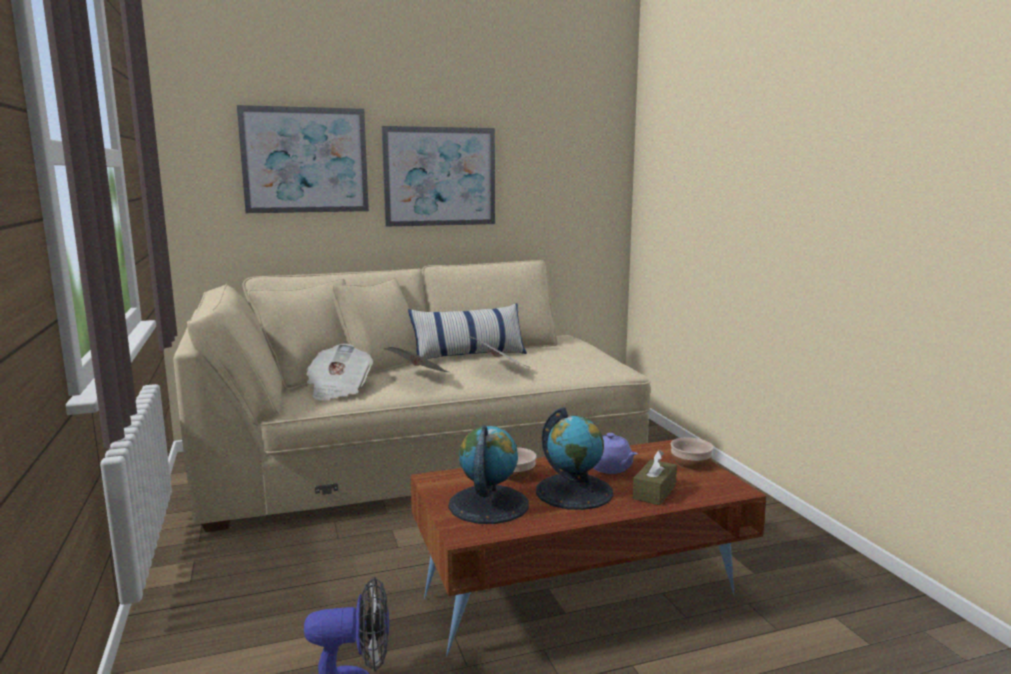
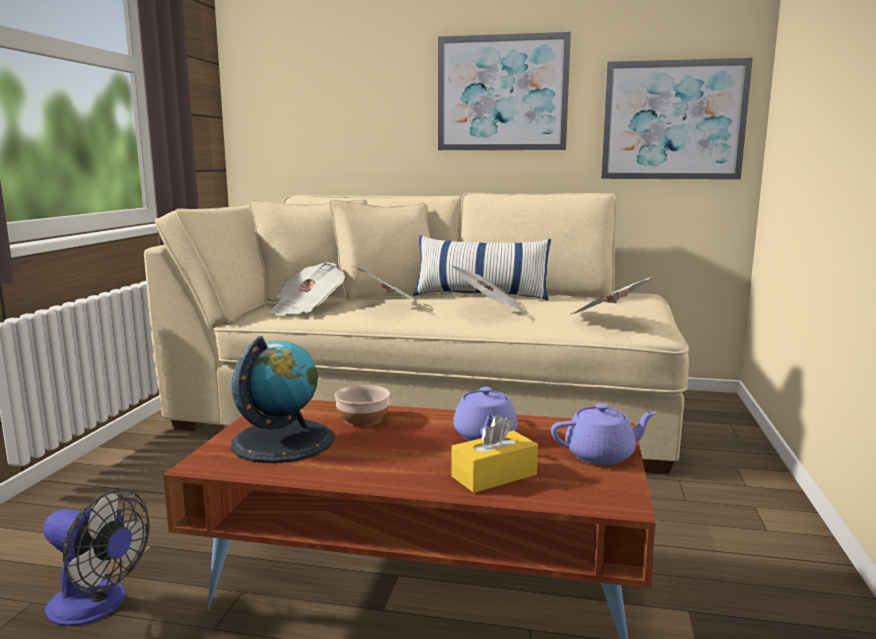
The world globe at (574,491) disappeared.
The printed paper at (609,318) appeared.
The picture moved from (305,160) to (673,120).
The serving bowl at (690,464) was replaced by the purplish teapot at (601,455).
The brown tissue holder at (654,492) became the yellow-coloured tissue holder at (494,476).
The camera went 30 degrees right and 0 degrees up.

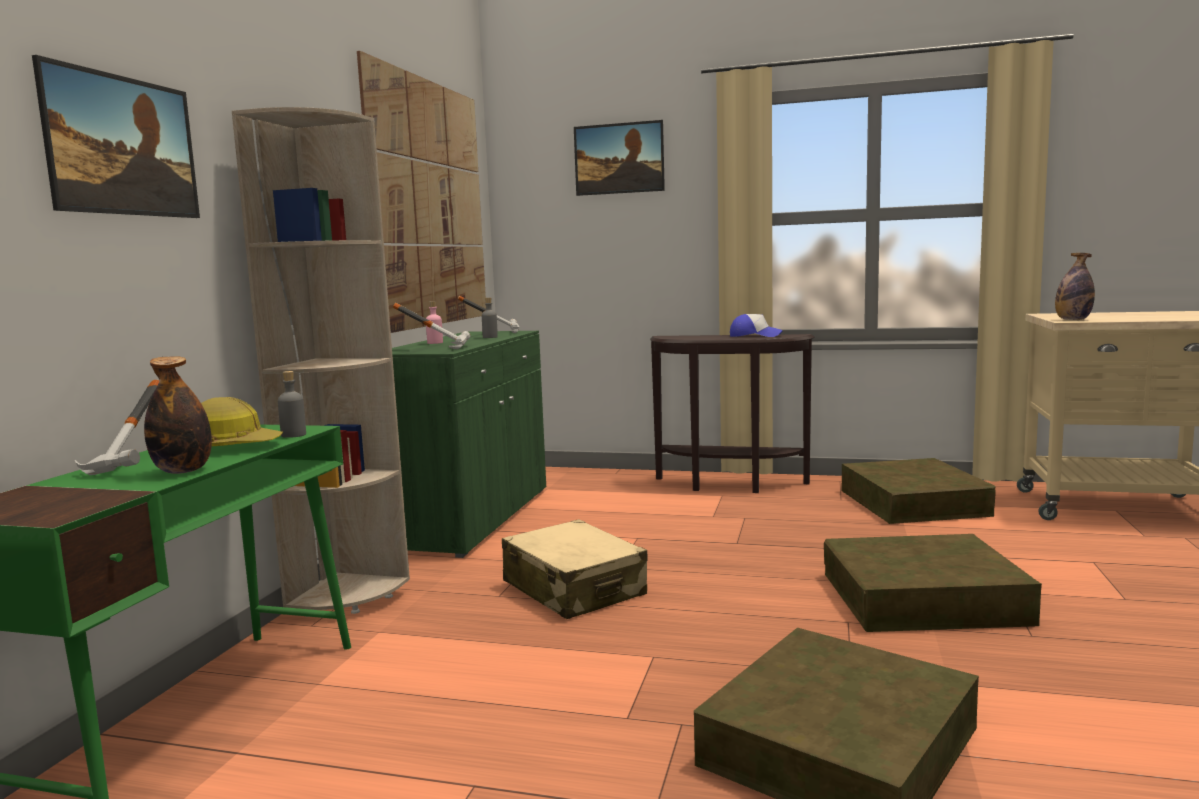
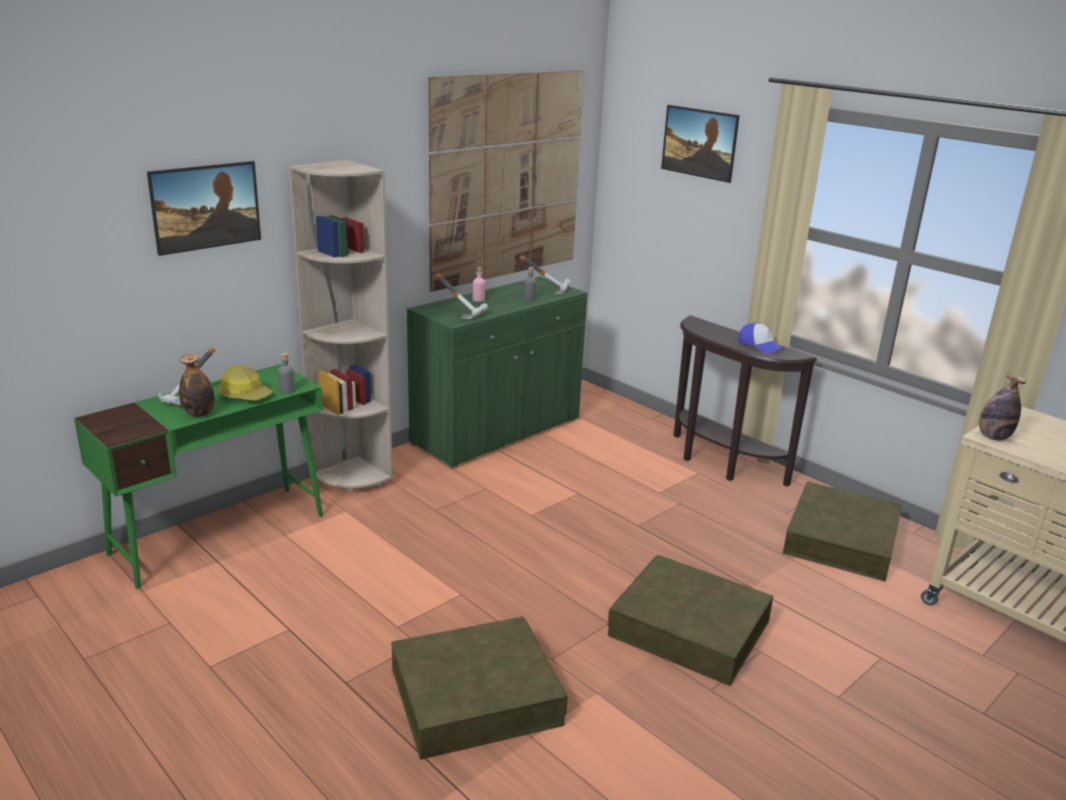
The beige suitcase at (574,589) disappeared.
The camera went 30 degrees right and 15 degrees up.

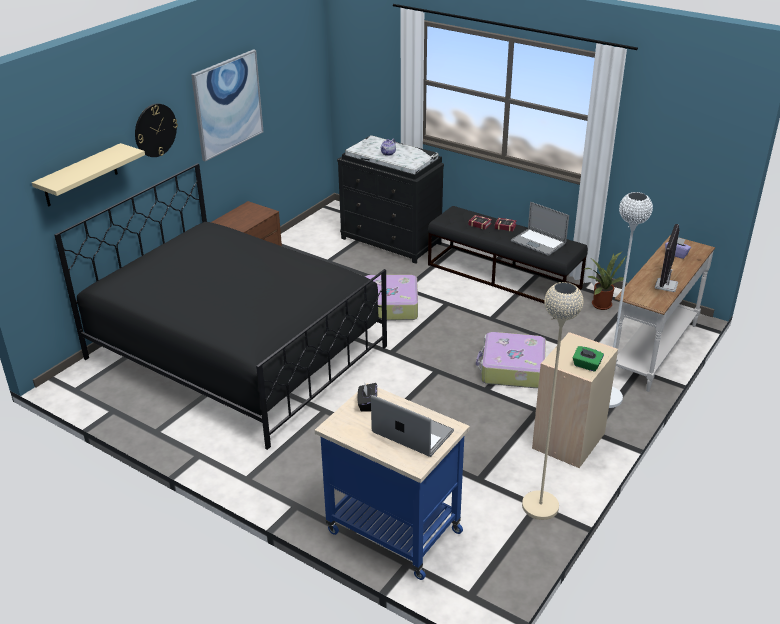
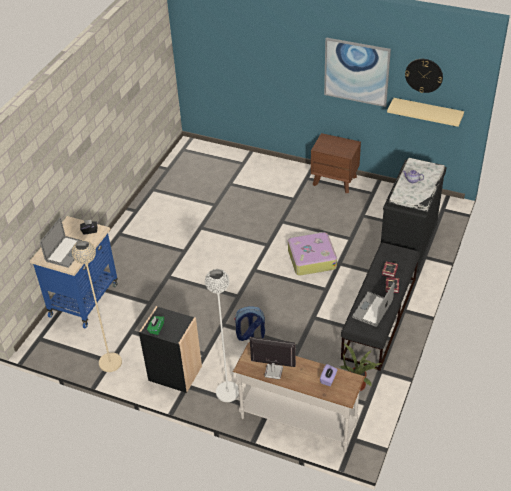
The black bedroom bed at (236,352) disappeared.
The beige bracket shelf moved from (80,175) to (427,112).
The clock on the wall moved from (155,130) to (424,75).
The suitcase at (512,369) was replaced by the backpack at (250,335).
The beige bookshelf at (569,441) became the black bookshelf at (174,373).
The camera went 80 degrees right and 10 degrees up.

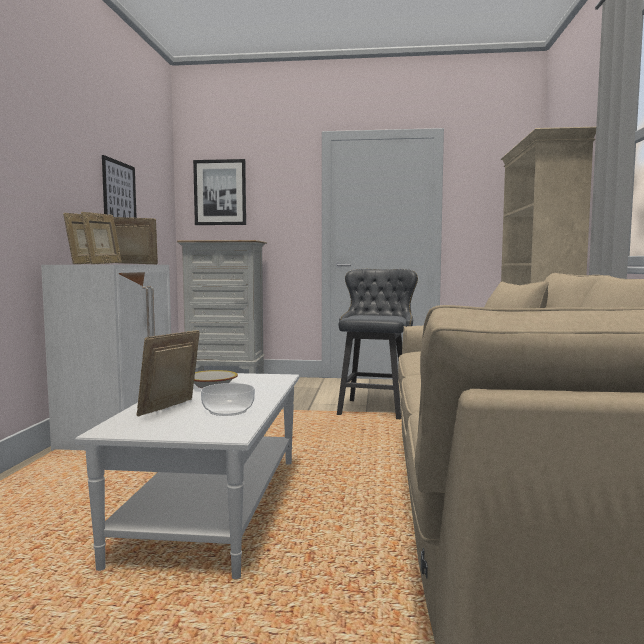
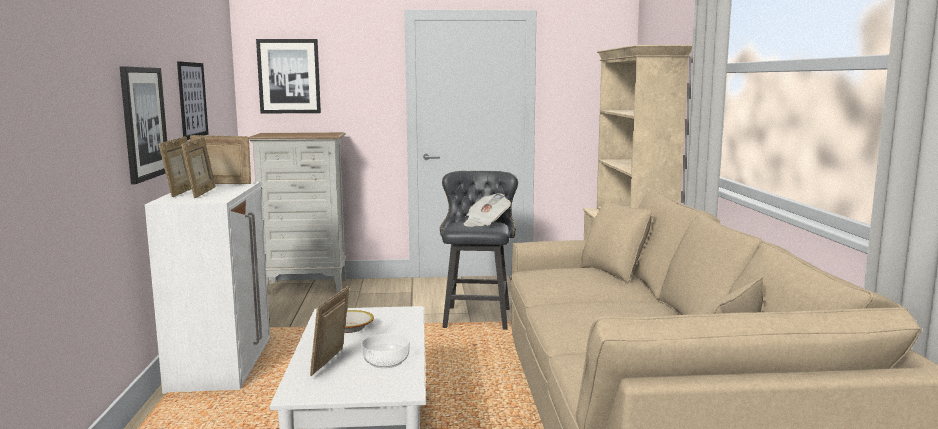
The picture at (143,123) appeared.
The printed paper at (485,223) appeared.
The camera went 10 degrees left and 5 degrees up.

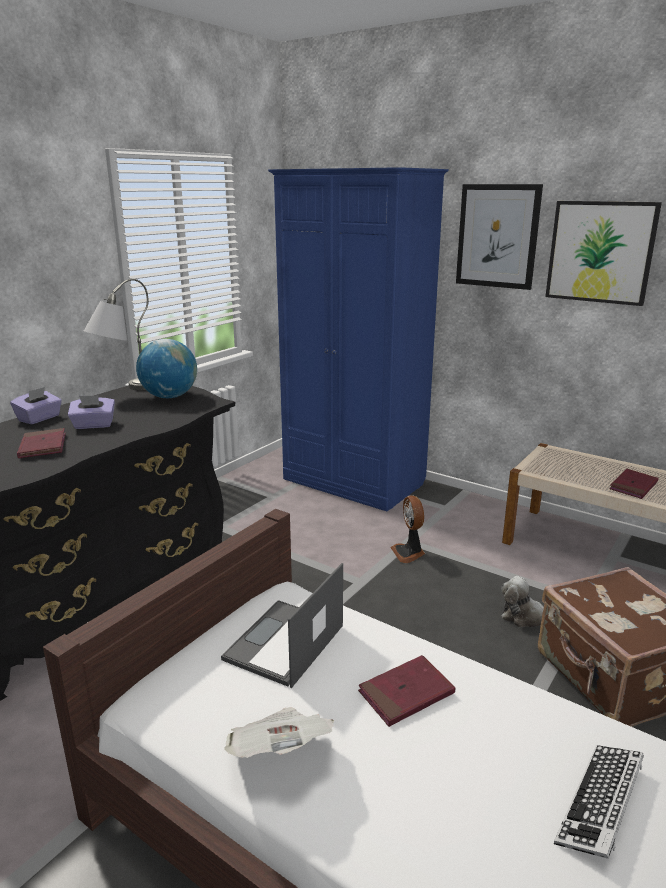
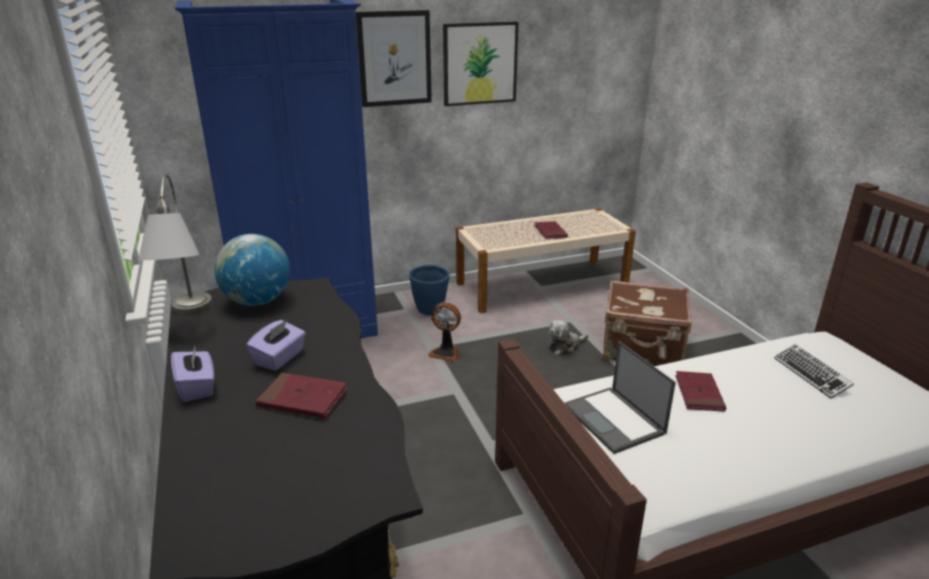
The printed paper at (280,753) disappeared.
The bluish plant pot at (430,311) appeared.
The camera went 55 degrees left and 5 degrees up.

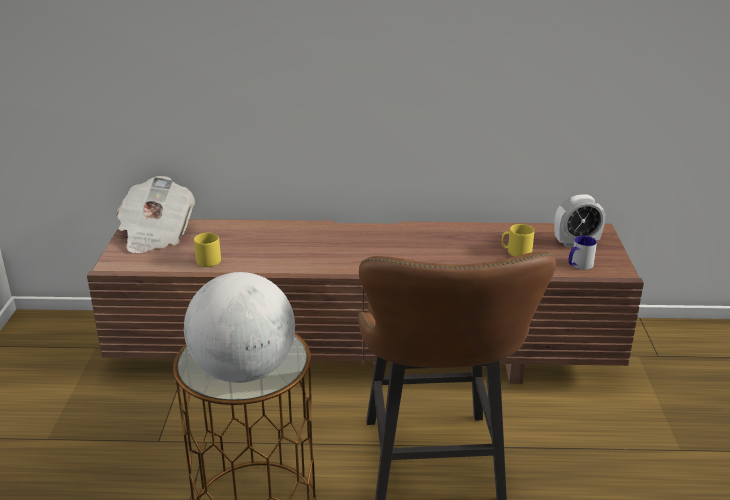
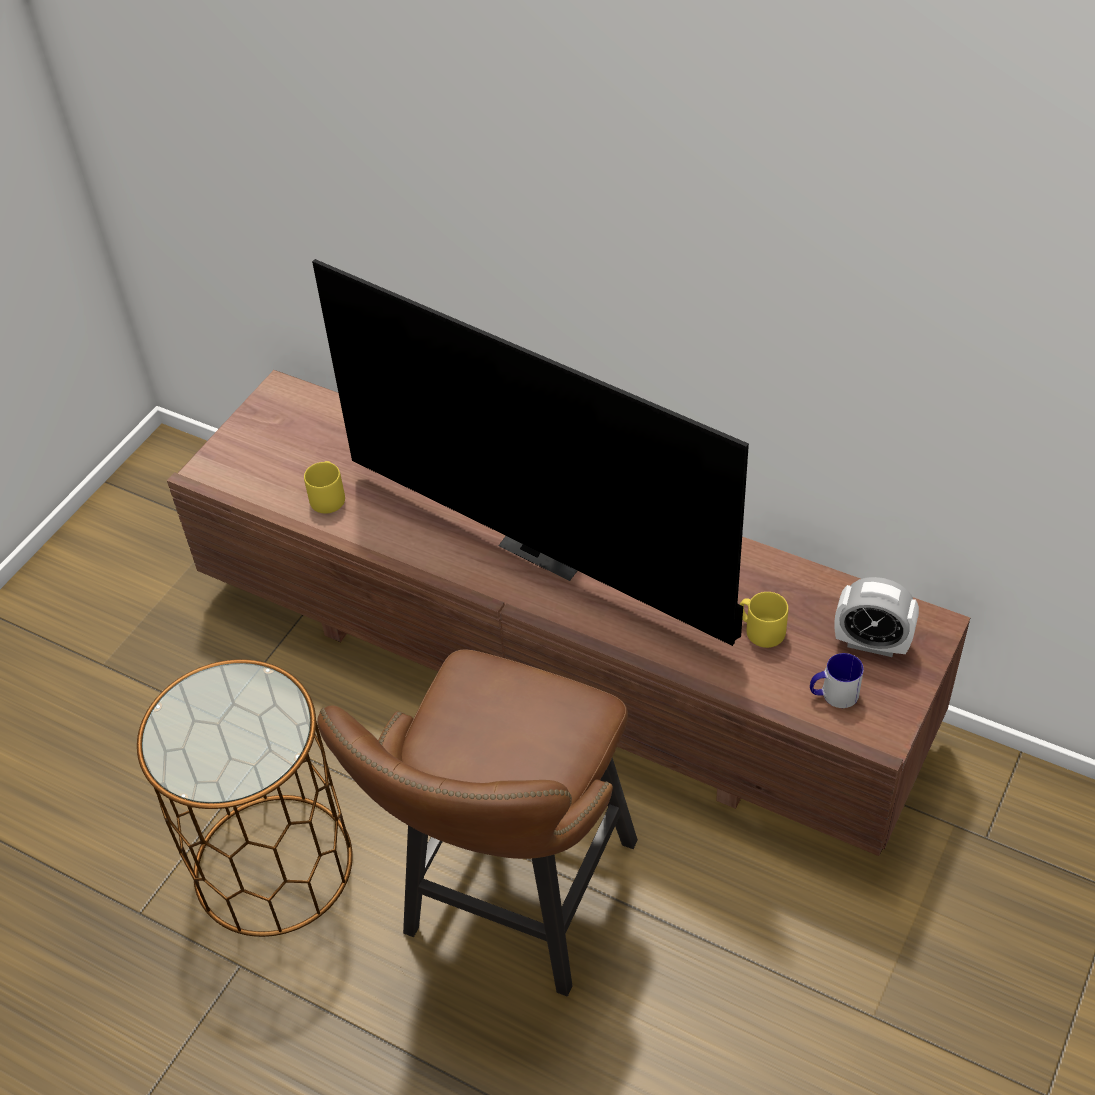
The printed paper at (156,234) disappeared.
The world globe at (243,371) disappeared.
The TV set at (551,545) appeared.
The camera went 30 degrees right and 20 degrees up.

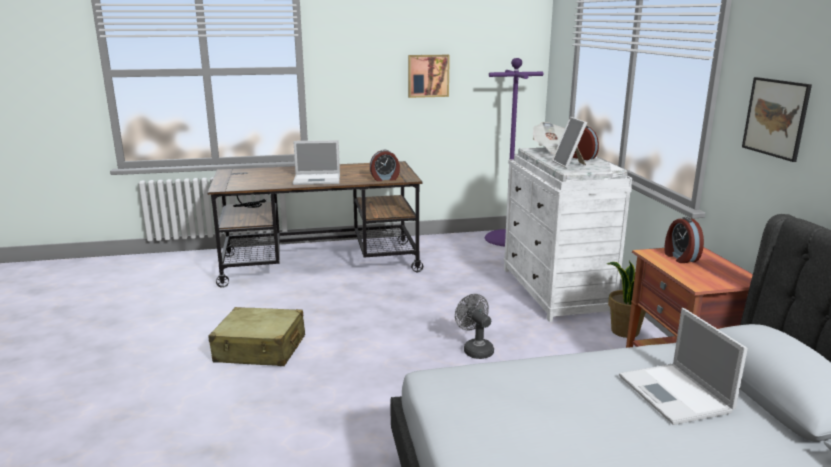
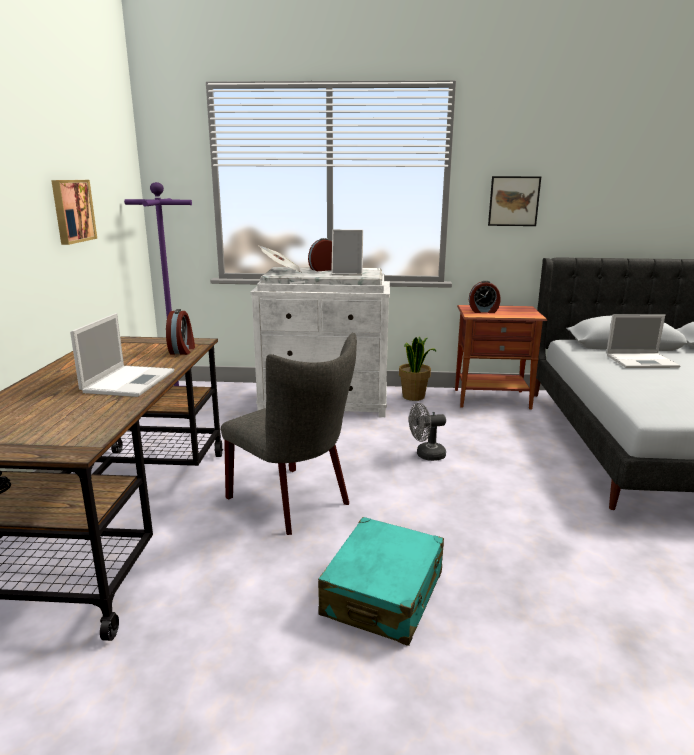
The gray plain chair at (294,502) appeared.
The beige suitcase at (260,349) became the blue-green suitcase at (383,594).
The camera went 75 degrees left and 0 degrees up.

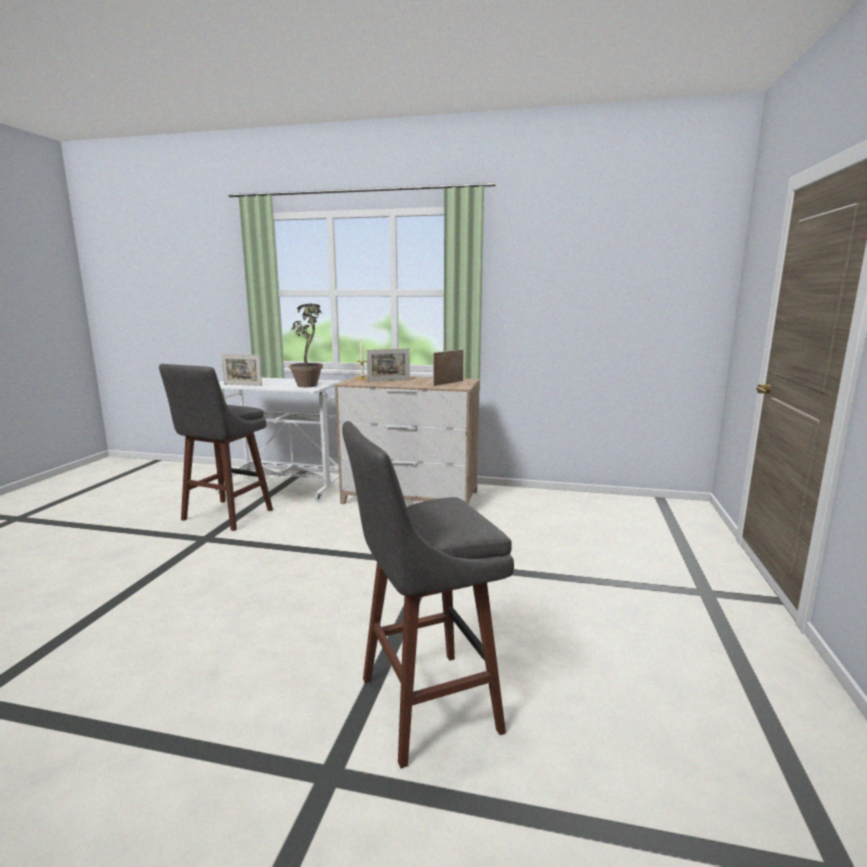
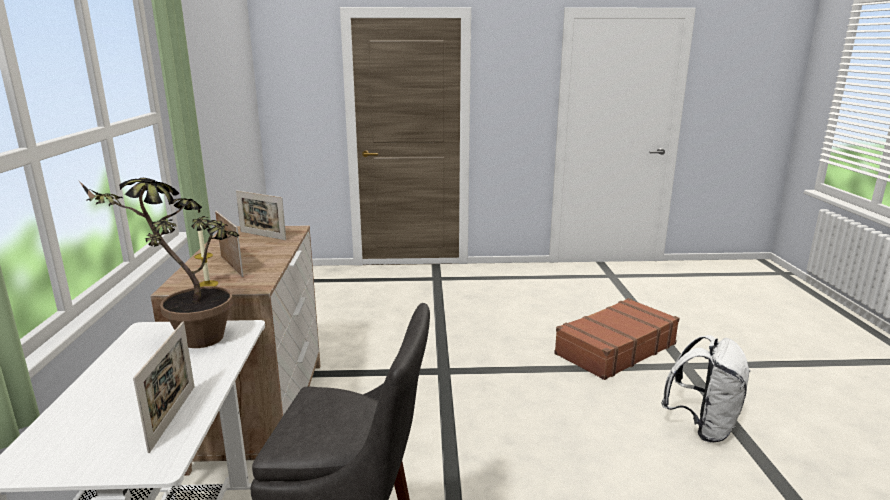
The white-coloured backpack at (702,427) appeared.
The gray stool at (422,705) was replaced by the brown suitcase at (614,349).
The camera went 105 degrees left and 5 degrees up.

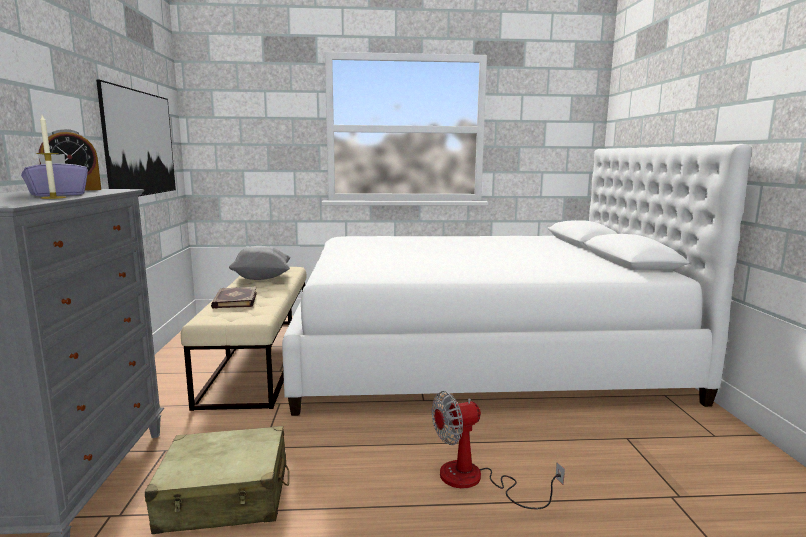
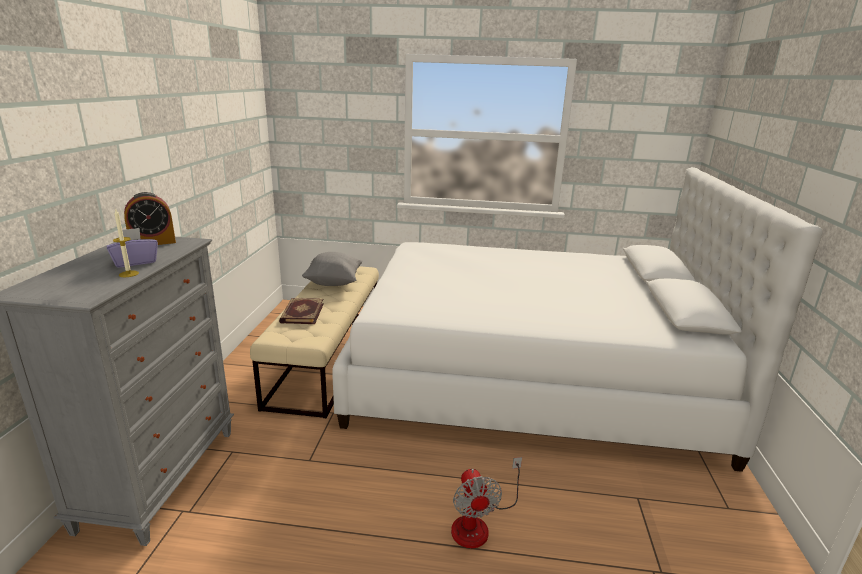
The picture at (140,143) disappeared.
The beige suitcase at (225,497) disappeared.
The fan at (475,480) turned 90 degrees counterclockwise.
The camera went 10 degrees right and 10 degrees up.

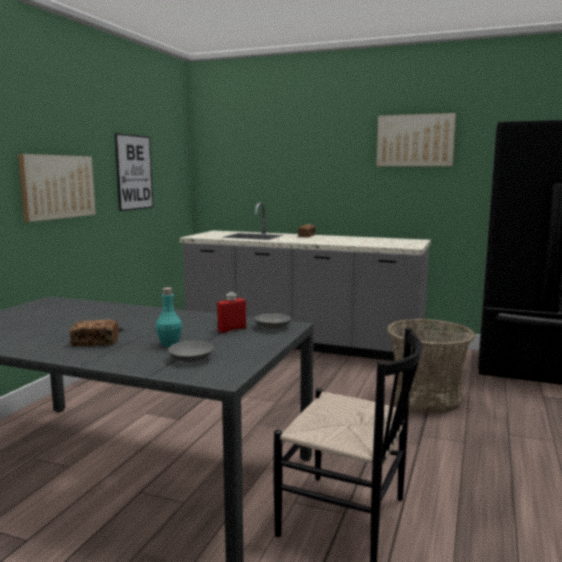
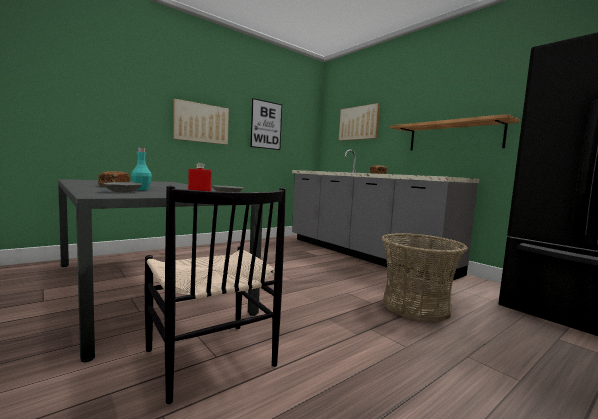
The bracket shelf at (453,137) appeared.
The picture moved from (415,140) to (359,123).
The camera went 30 degrees right and 5 degrees down.

